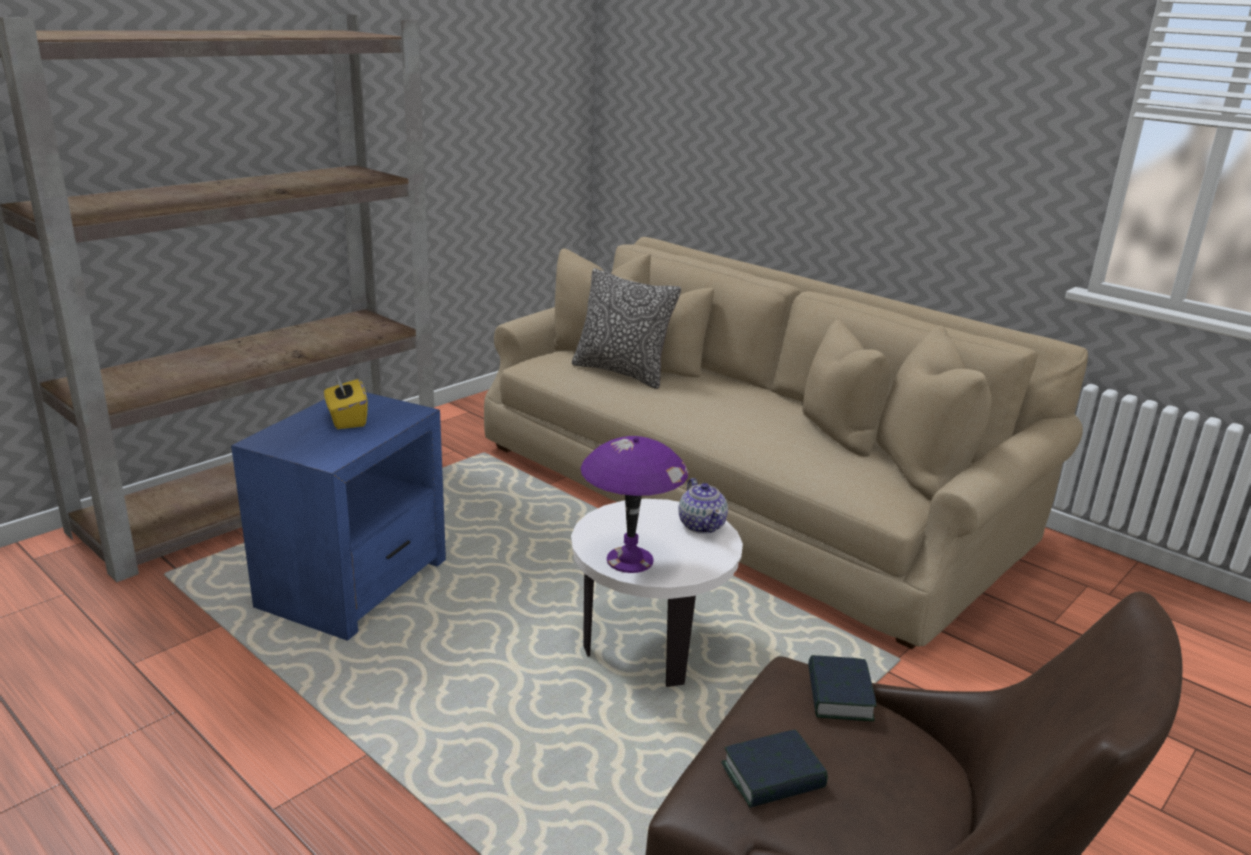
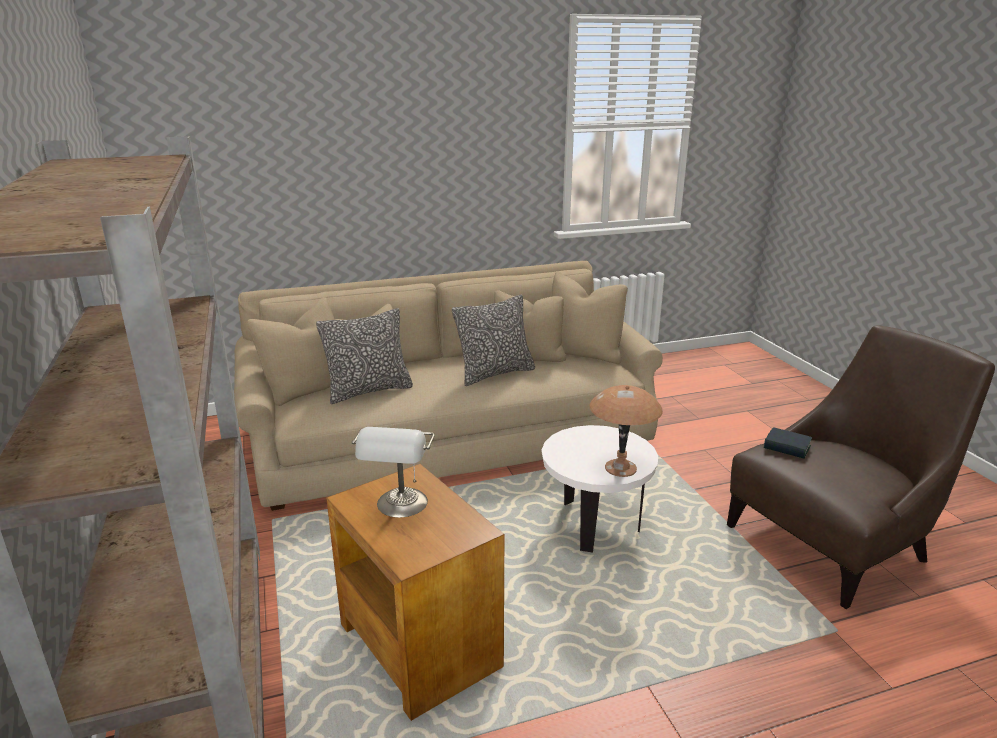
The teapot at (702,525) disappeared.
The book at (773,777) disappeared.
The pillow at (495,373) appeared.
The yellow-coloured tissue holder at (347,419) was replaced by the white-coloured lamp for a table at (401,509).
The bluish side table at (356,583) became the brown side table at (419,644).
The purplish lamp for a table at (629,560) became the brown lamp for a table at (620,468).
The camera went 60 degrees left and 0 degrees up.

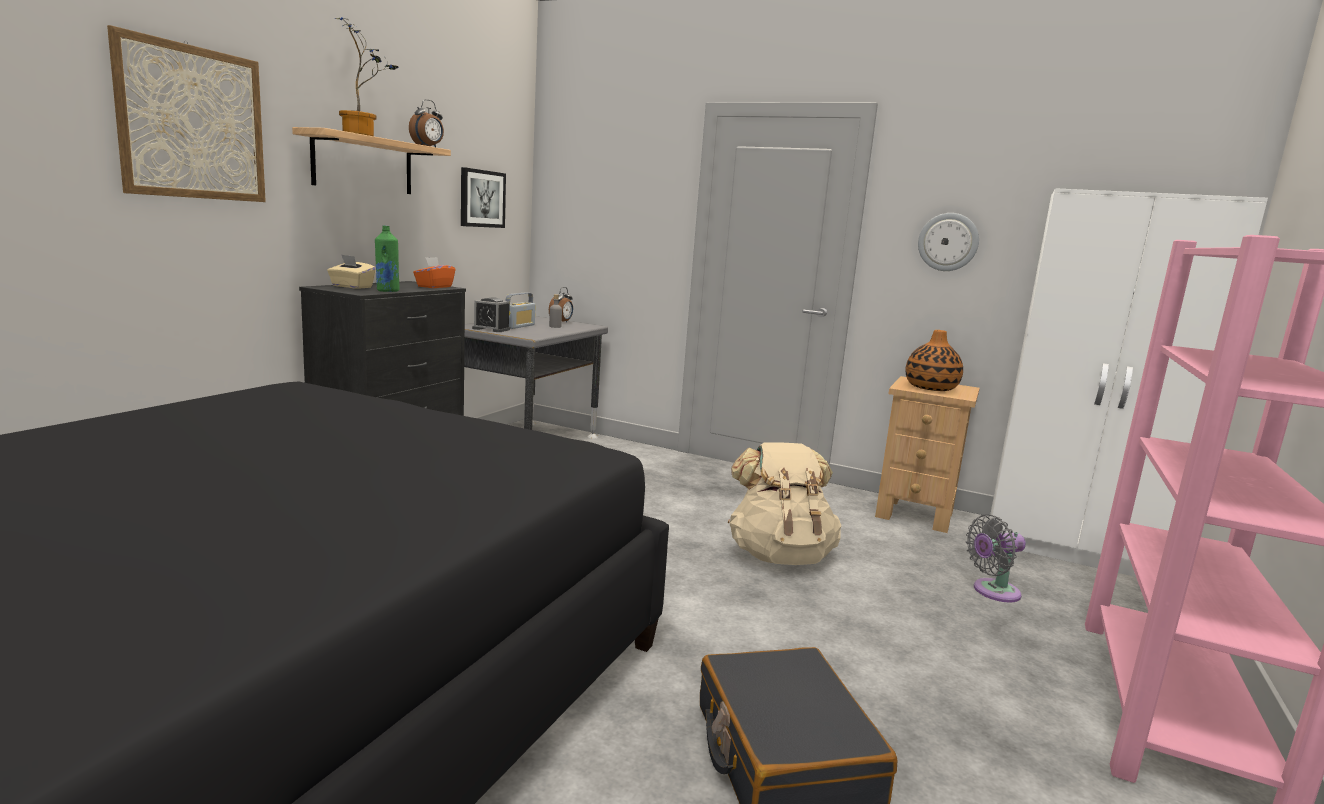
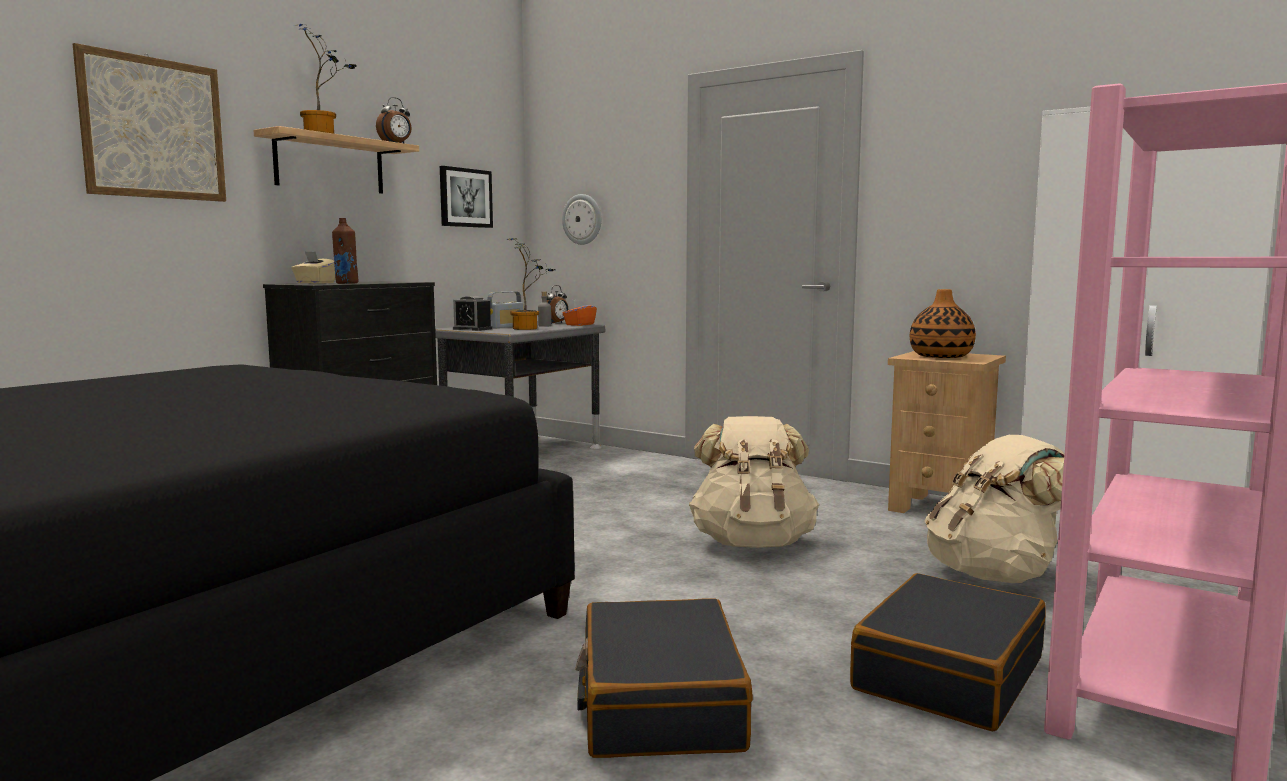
The plant in a pot at (529,328) appeared.
The black suitcase at (947,674) appeared.
The orange-coloured tissue holder moved from (434,287) to (579,324).
The clock on the wall moved from (948,242) to (582,219).
The gray fan at (992,591) was replaced by the beige backpack at (995,575).
The green-coloured beverage bottle at (387,291) became the brown beverage bottle at (346,283).
The camera went 10 degrees right and 5 degrees down.

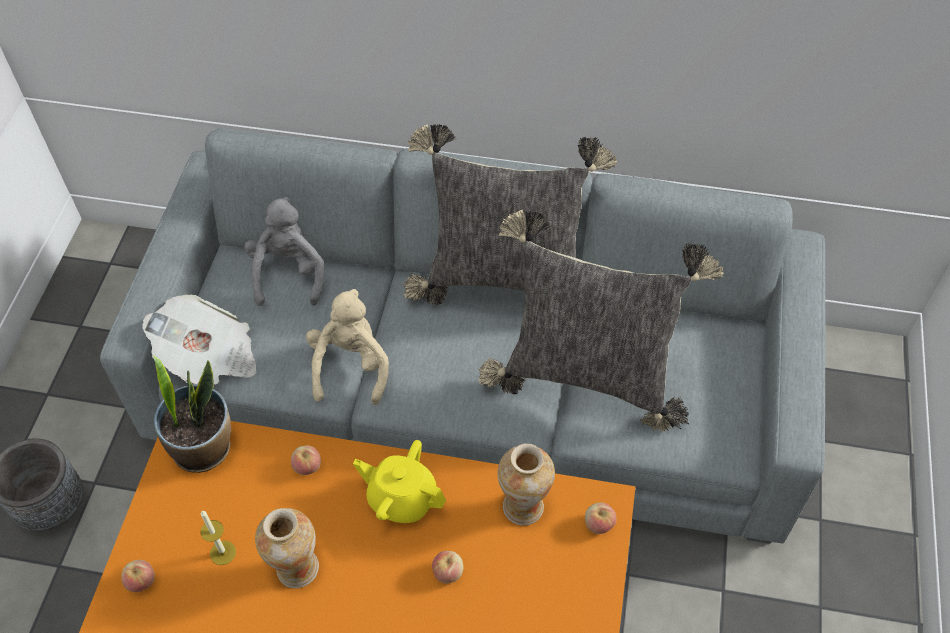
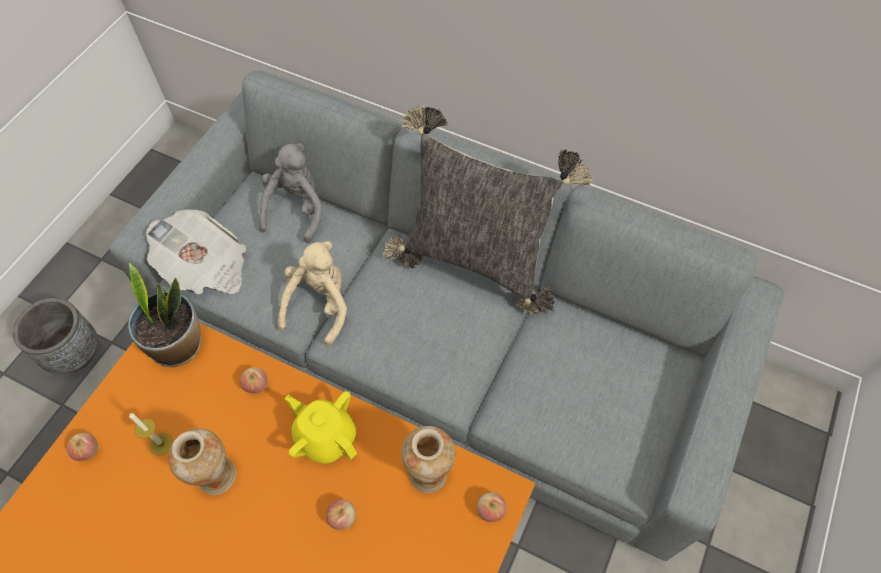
The pillow at (588,381) disappeared.
The camera went 15 degrees right and 5 degrees up.

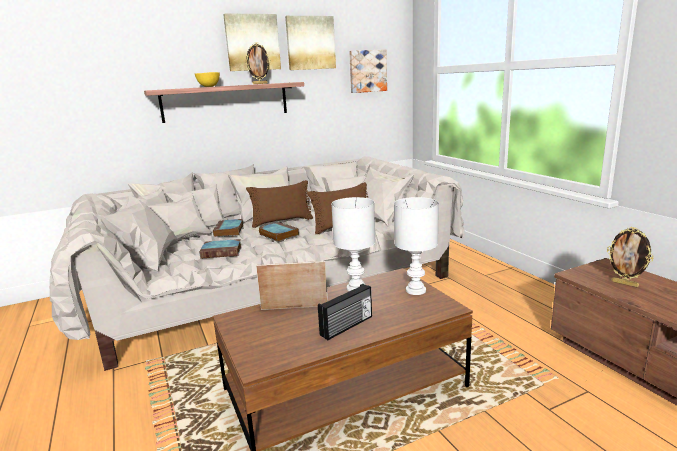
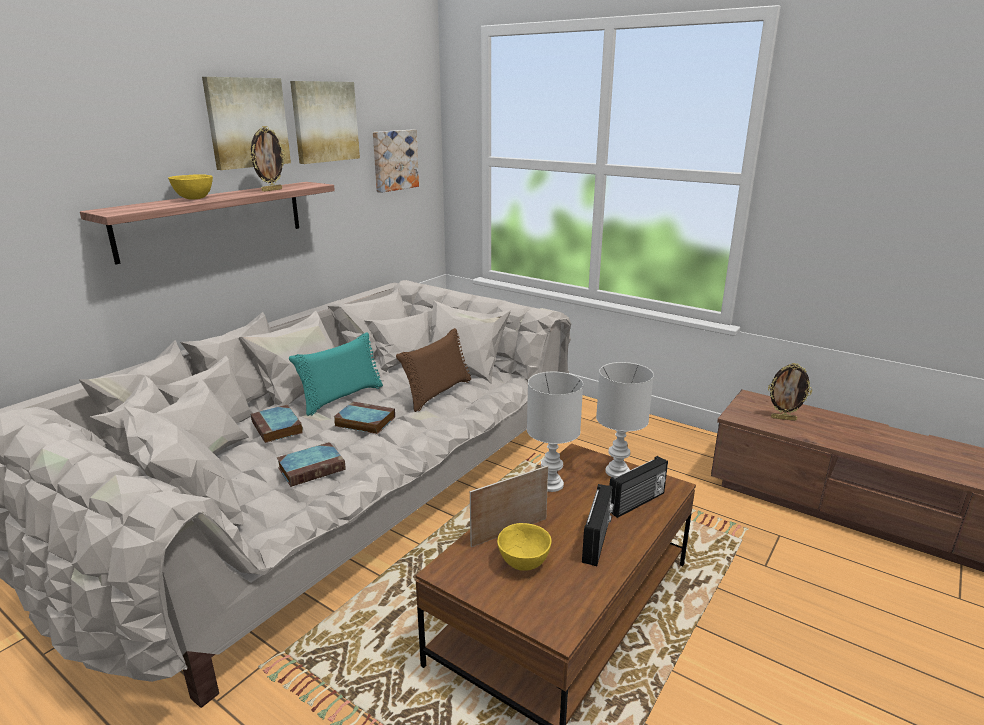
The yellow-coloured serving bowl at (523,564) appeared.
The radio set at (637,502) appeared.
The brown pillow at (282,221) became the blue-green pillow at (341,398).
The camera went 30 degrees left and 5 degrees up.

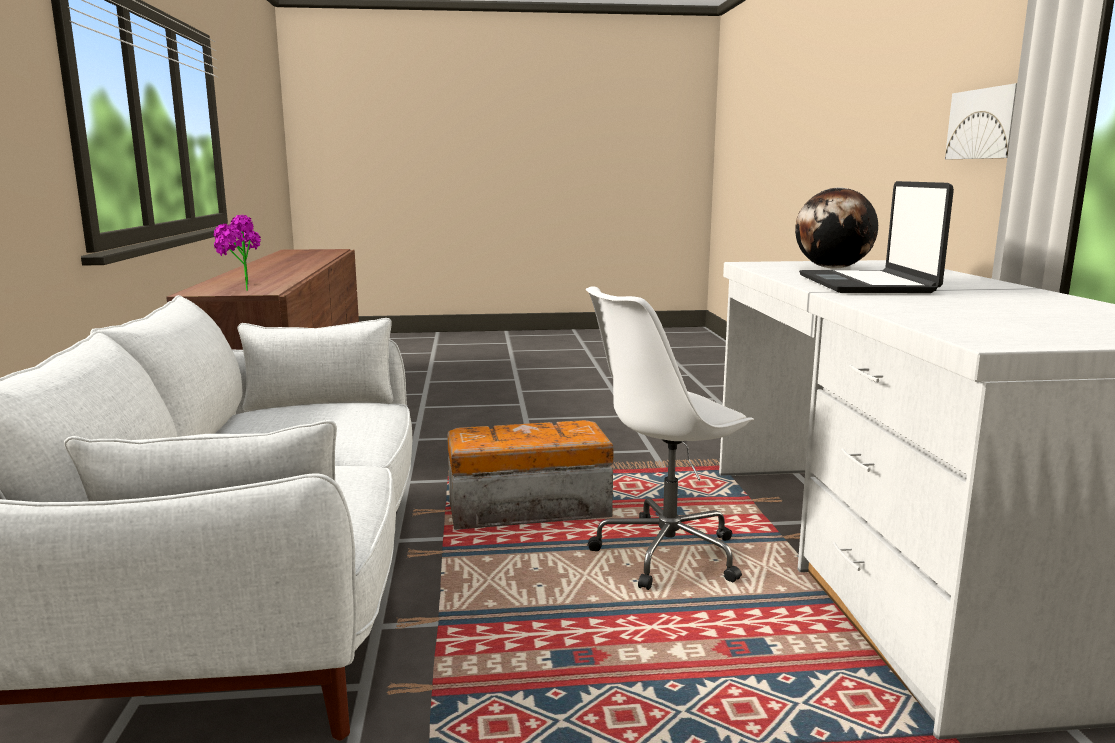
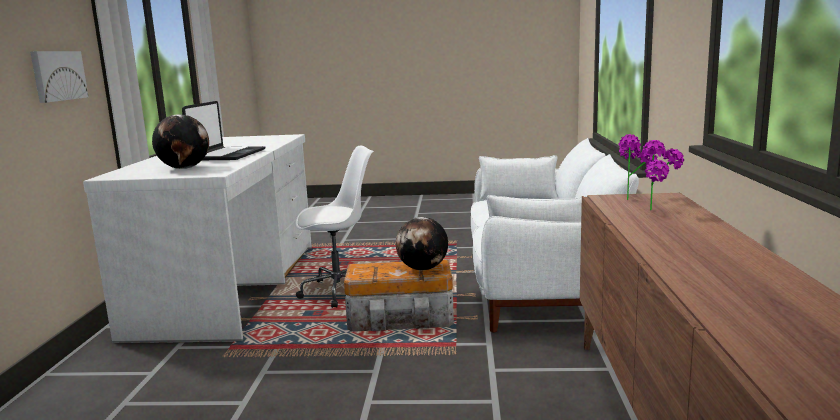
The world globe at (423,269) appeared.
The camera went 170 degrees left and 0 degrees up.

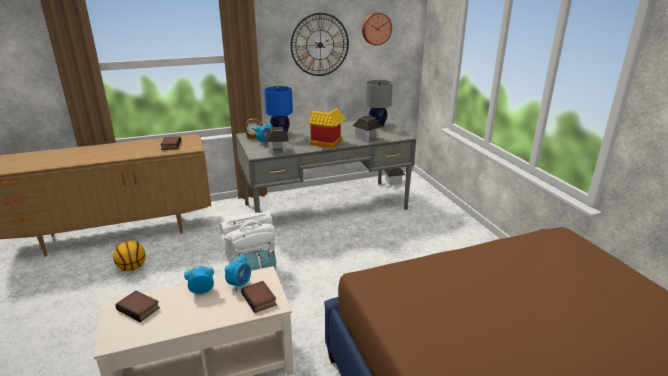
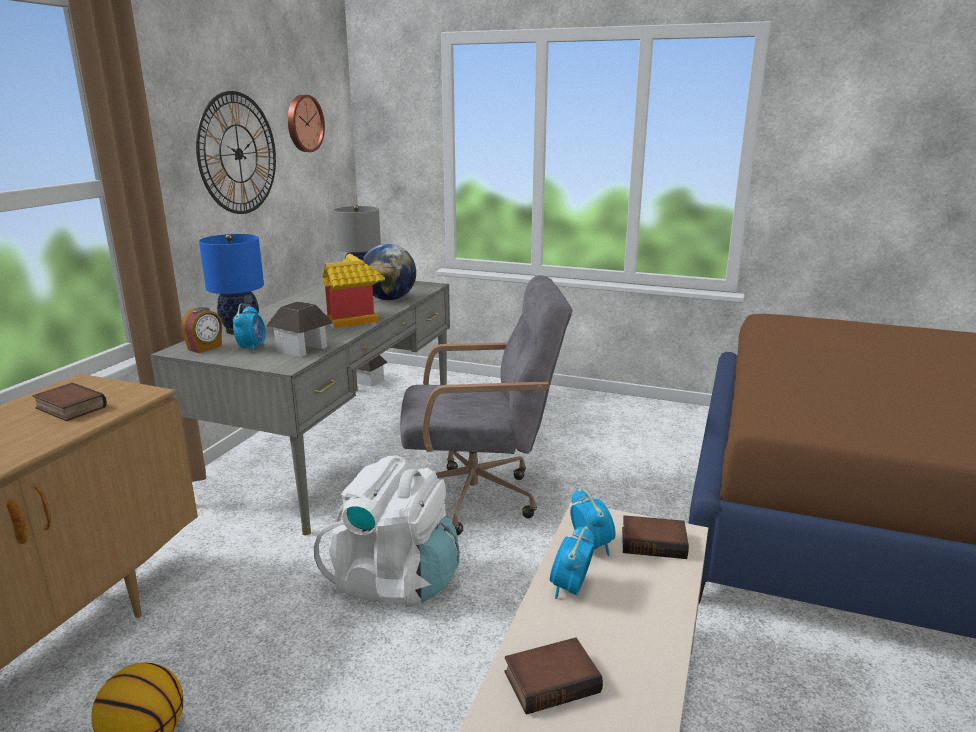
The gray desk chair at (481,499) appeared.
The model house at (366,138) was replaced by the world globe at (389,299).
The camera went 50 degrees left and 5 degrees down.

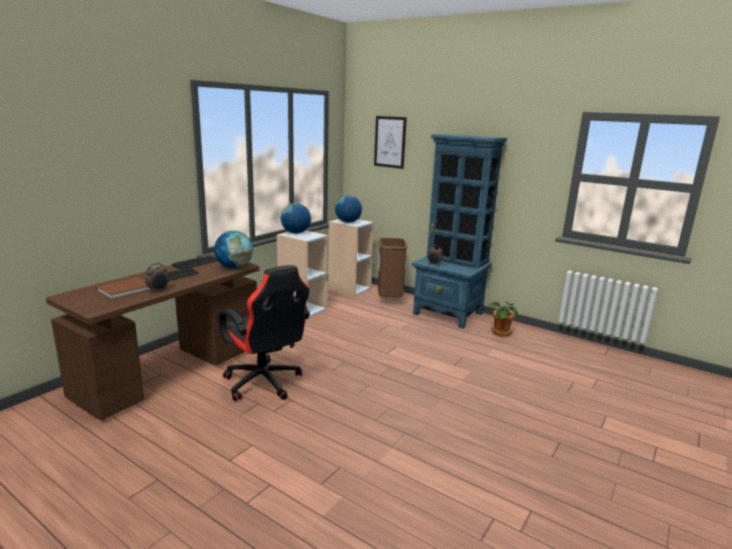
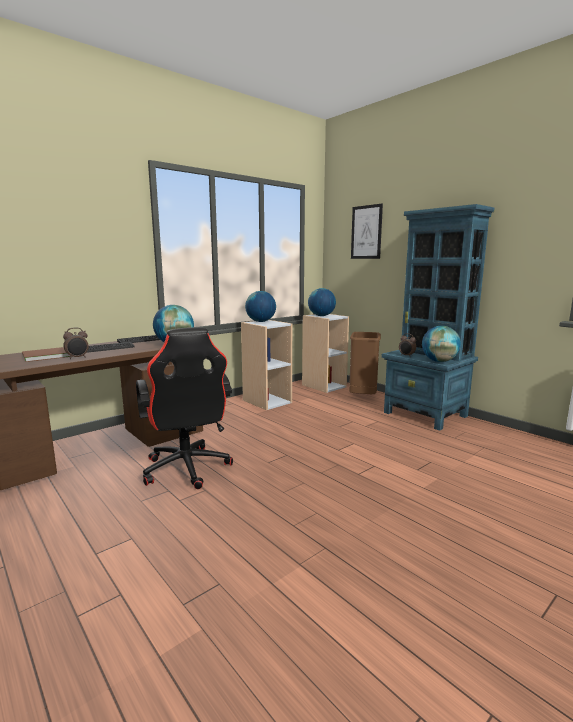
The plant in a pot at (500,333) disappeared.
The world globe at (439,361) appeared.
The camera went 15 degrees right and 5 degrees down.

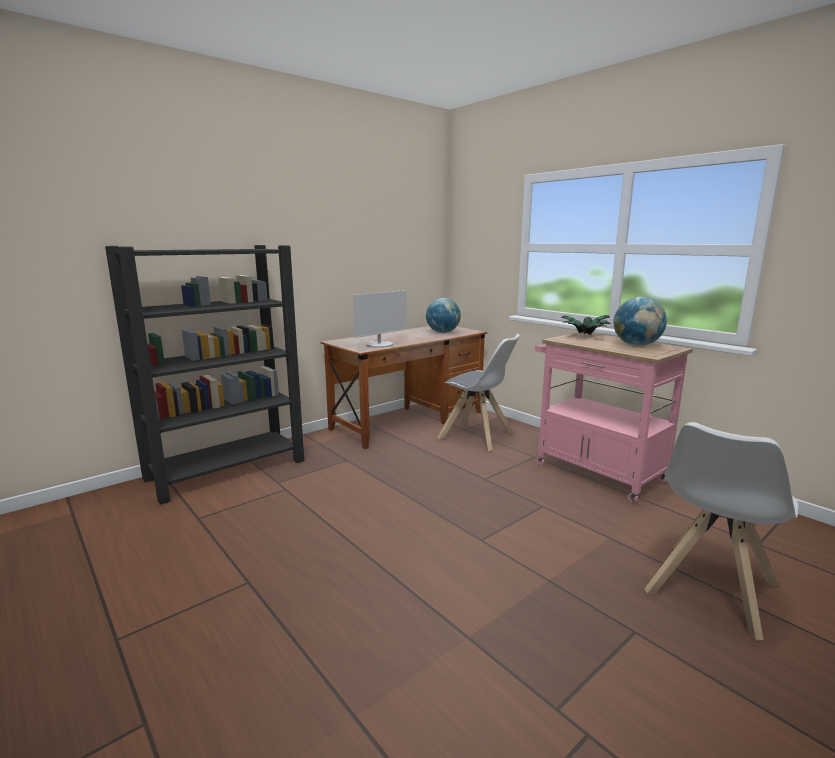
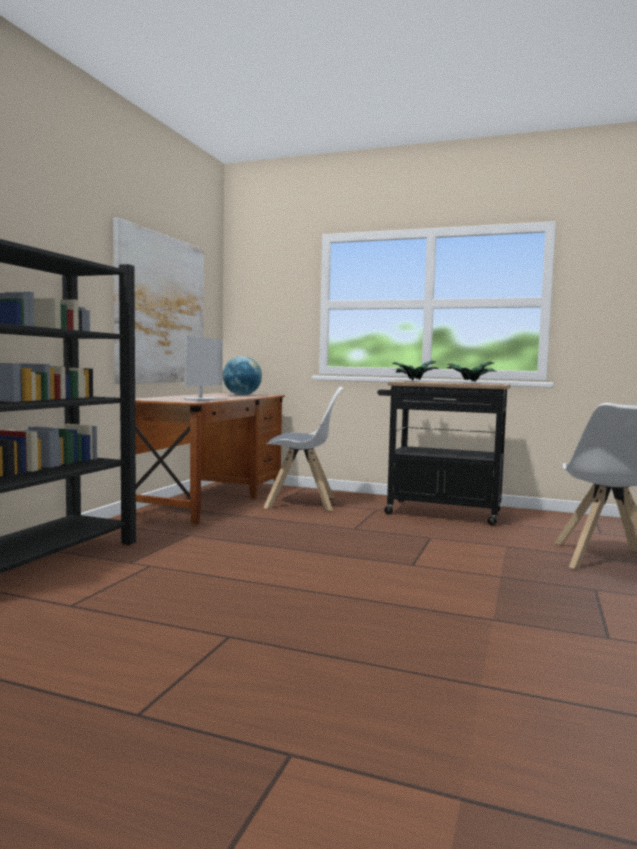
The picture at (161,309) appeared.
The world globe at (636,345) was replaced by the plant in a pot at (469,383).
The pinkish cart at (595,472) became the black cart at (439,512).
The camera went 30 degrees left and 10 degrees down.

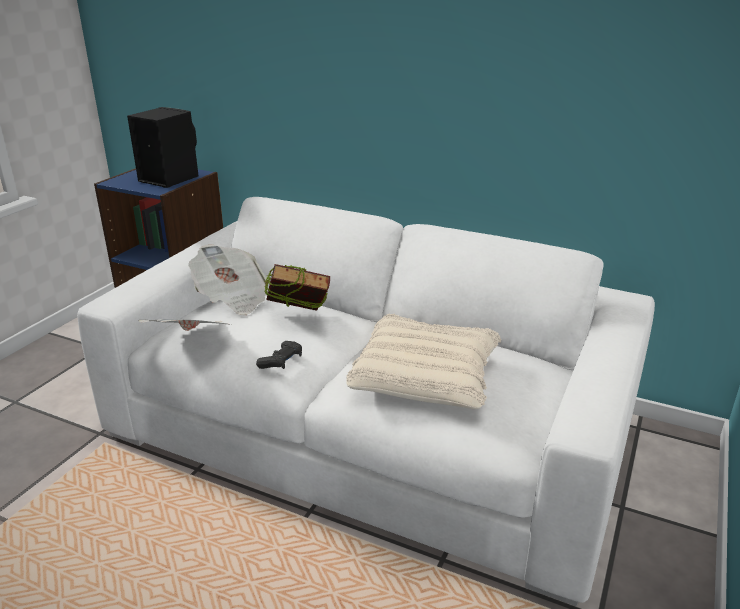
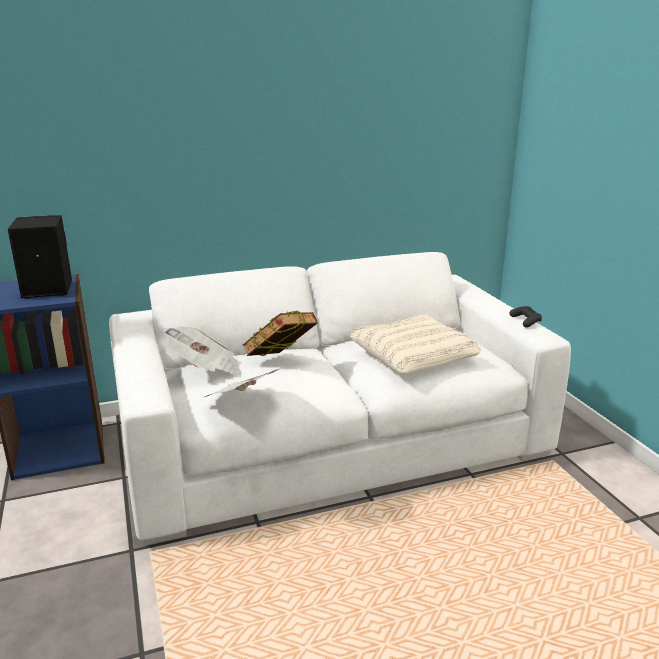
The black joypad moved from (281,361) to (525,321).
The camera went 45 degrees left and 5 degrees down.

